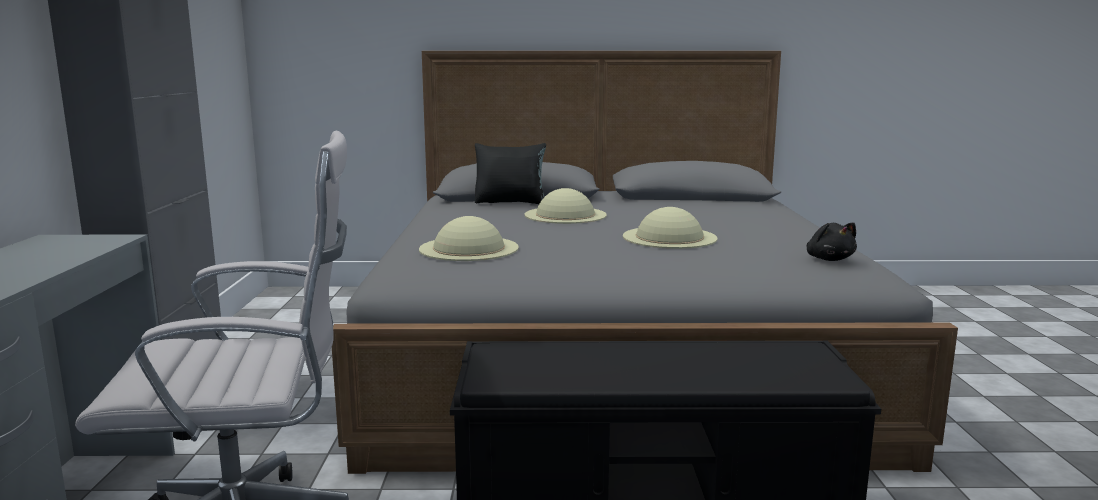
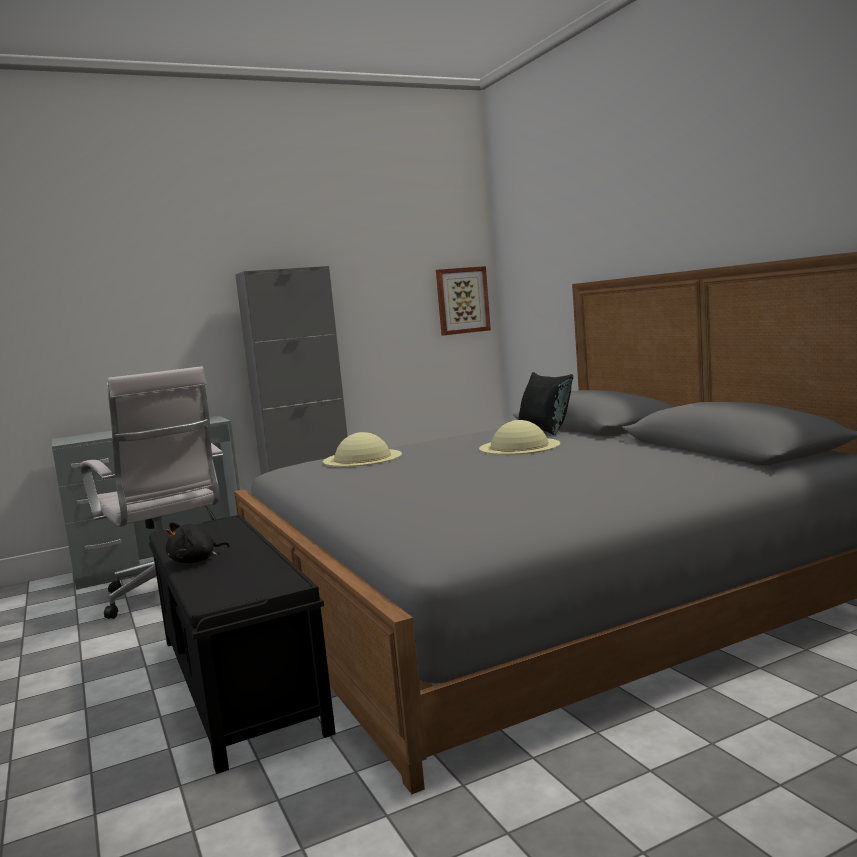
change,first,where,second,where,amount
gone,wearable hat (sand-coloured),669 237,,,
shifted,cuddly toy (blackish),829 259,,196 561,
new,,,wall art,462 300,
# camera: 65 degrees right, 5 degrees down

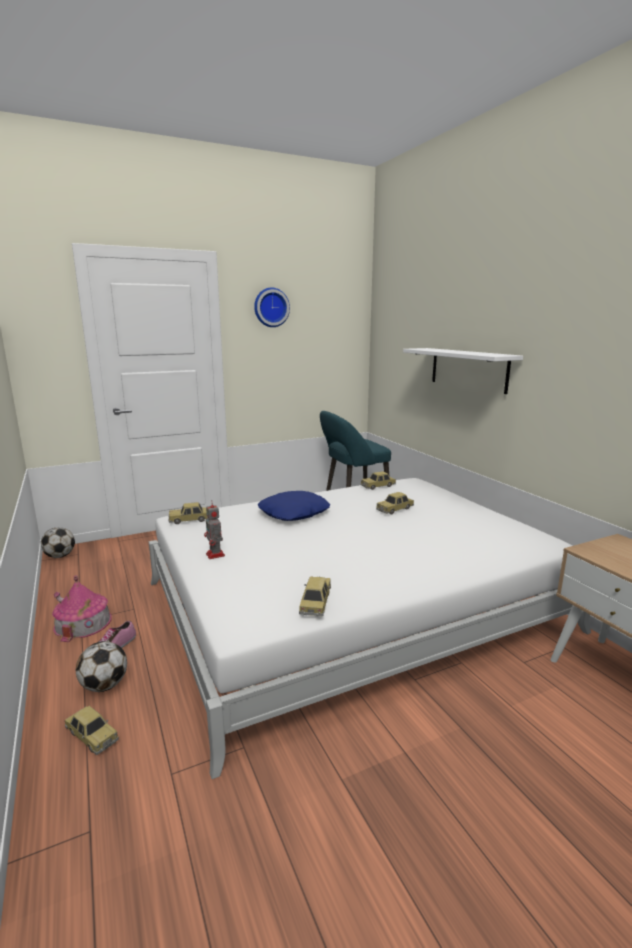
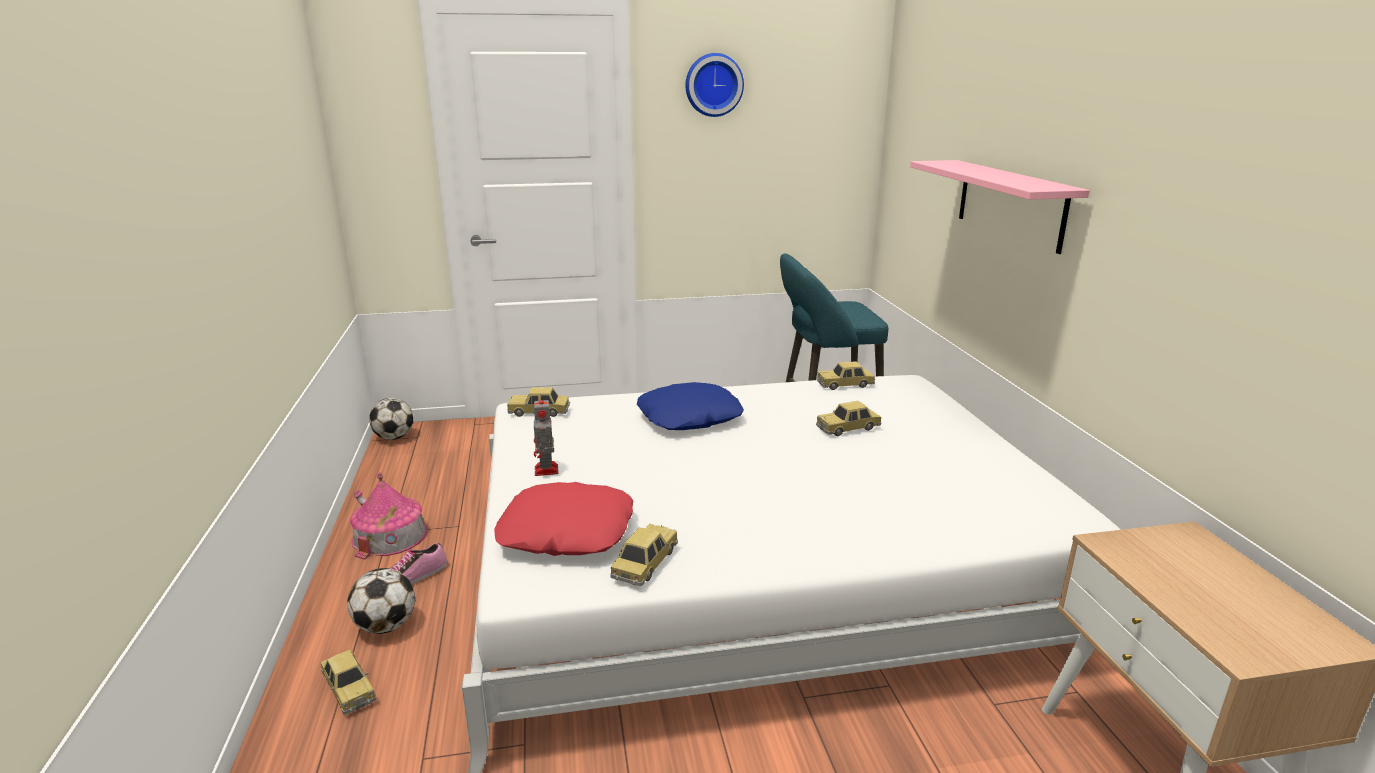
change,first,where,second,where,amount
repainted,wall shelf (white-coloured),468 369,wall shelf (pinkish),1010 204,
new,,,pillow (red-coloured),566 532,
# camera: 15 degrees right, 5 degrees up

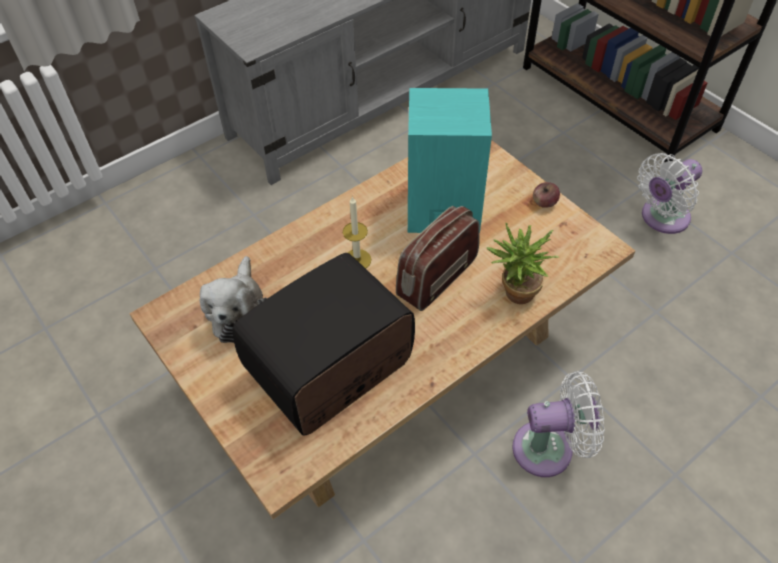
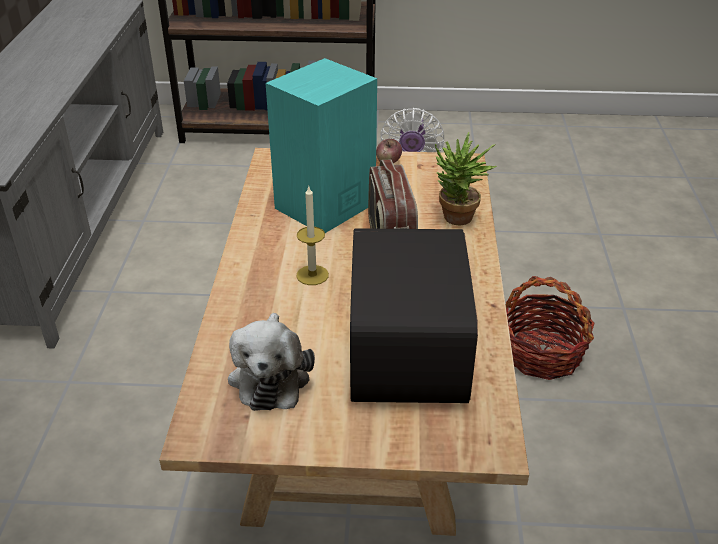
change,first,where,second,where,amount
rotated,cuddly toy,239 311,,270 375,45 degrees clockwise
swapped,electric fan (white-coloured),549 448,basket,541 353,
# camera: 50 degrees left, 15 degrees down

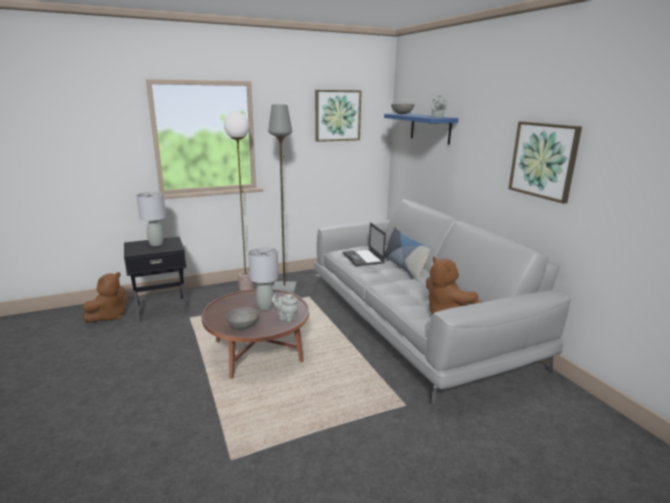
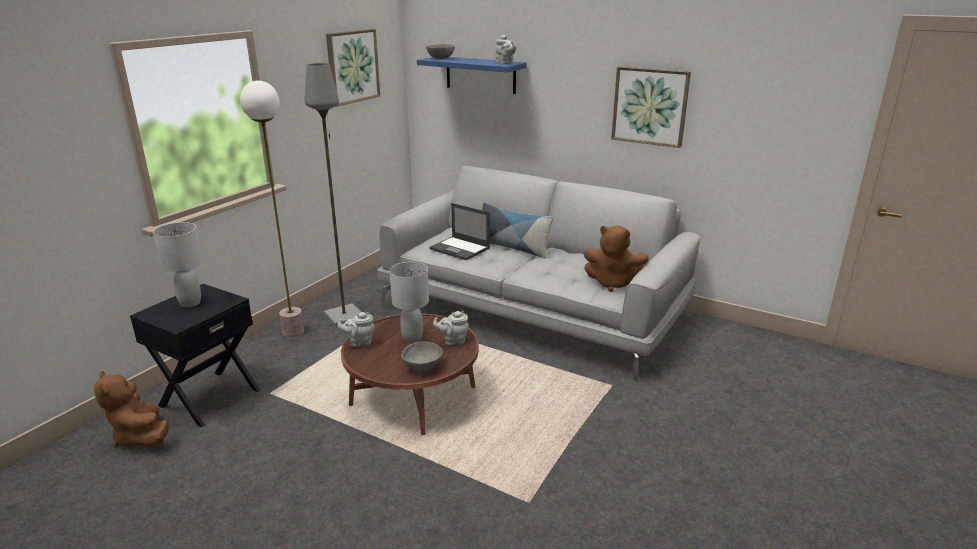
change,first,where,second,where,amount
rotated,cuddly toy (brown),110 316,,141 436,150 degrees clockwise
new,,,tea pot (grey),359 342,
# camera: 35 degrees left, 5 degrees up

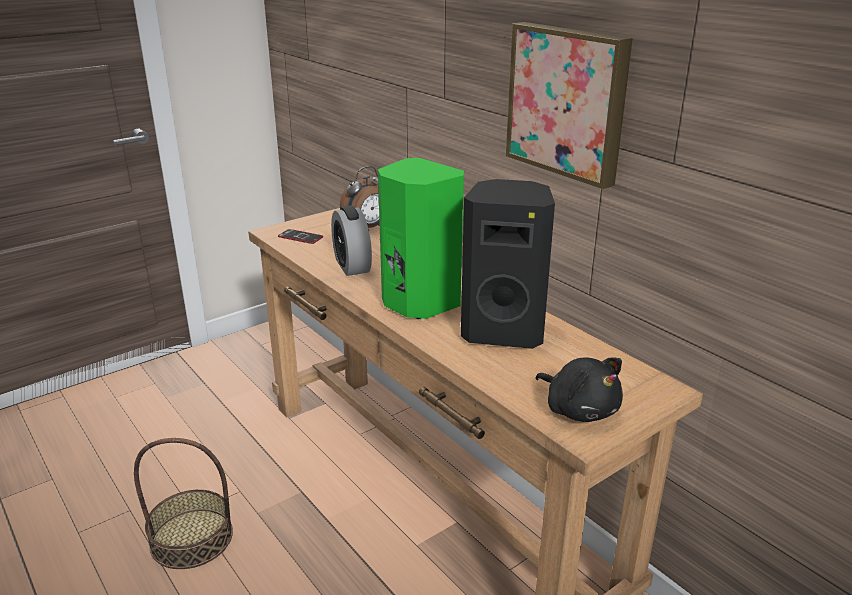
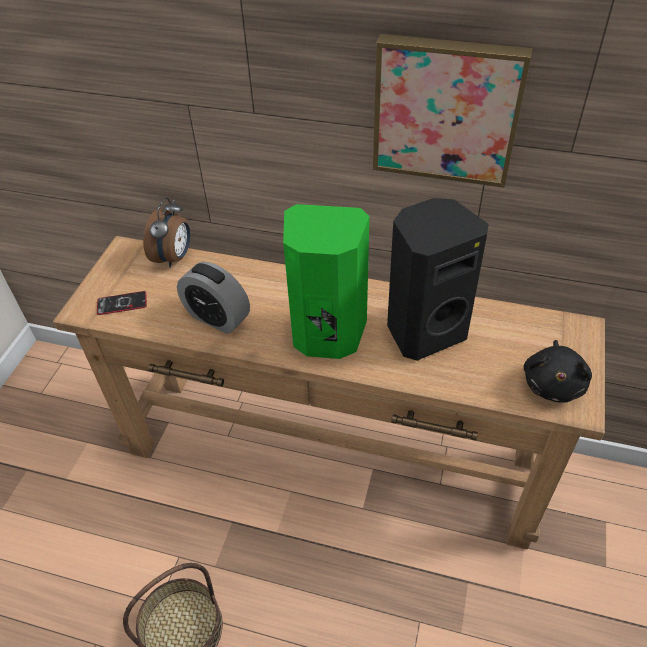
change,first,where,second,where,amount
rotated,cuddly toy (blackish),579 409,,553 383,90 degrees clockwise
# camera: 35 degrees left, 20 degrees up

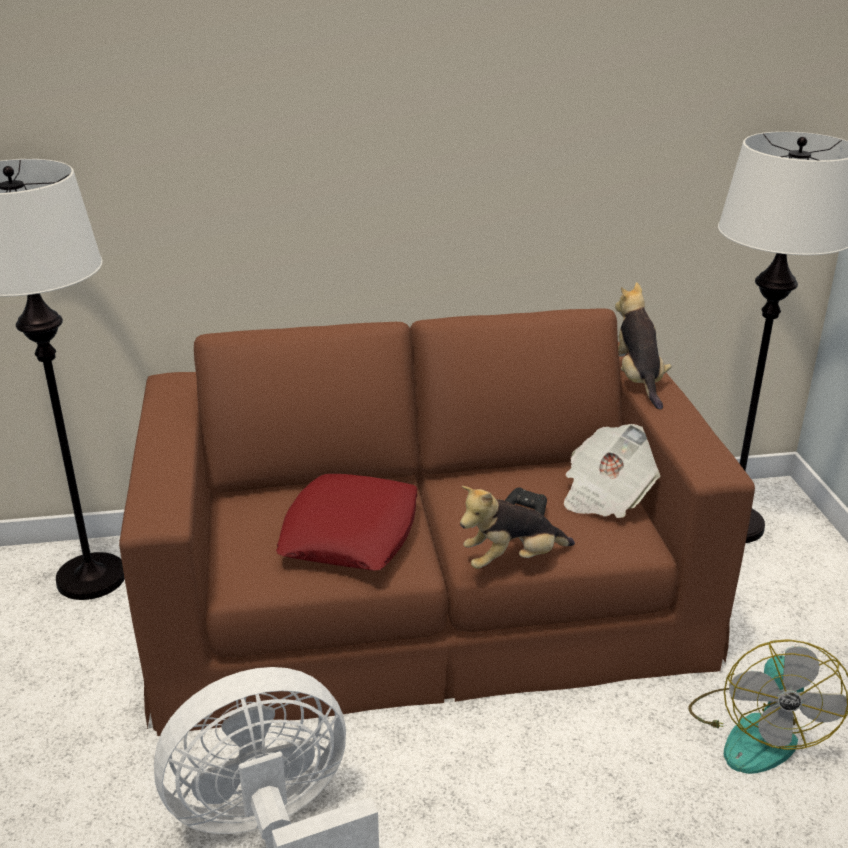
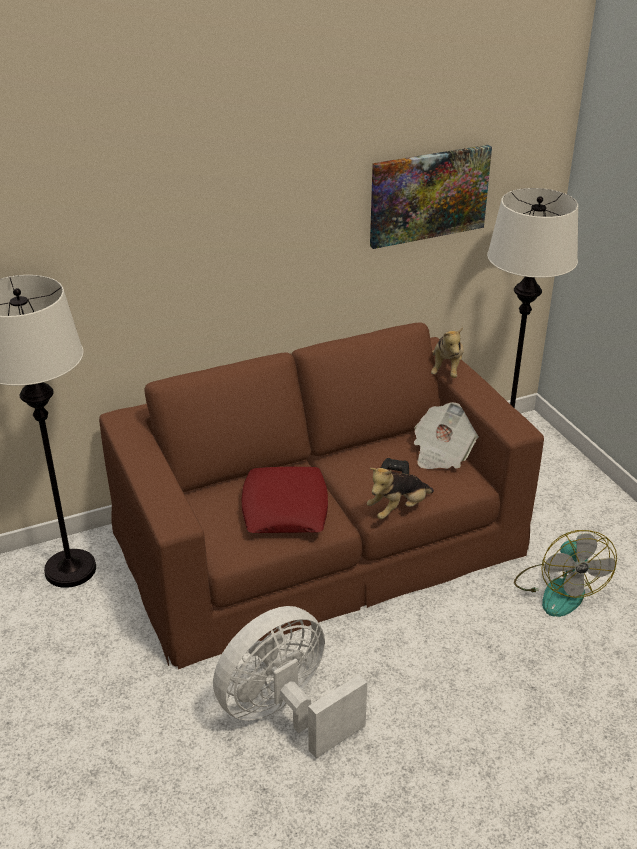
change,first,where,second,where,amount
rotated,cuddly toy,638 380,,446 369,150 degrees counterclockwise
new,,,wall art,428 195,
# camera: 15 degrees left, 5 degrees up

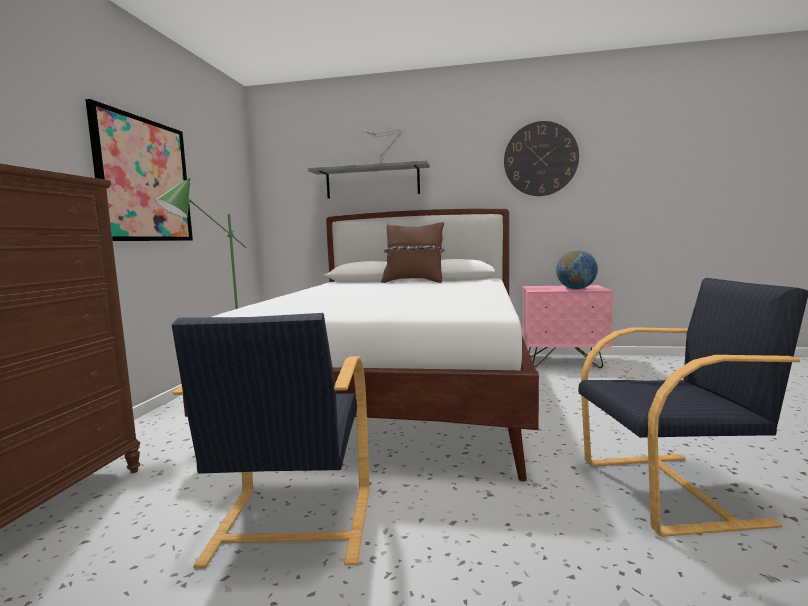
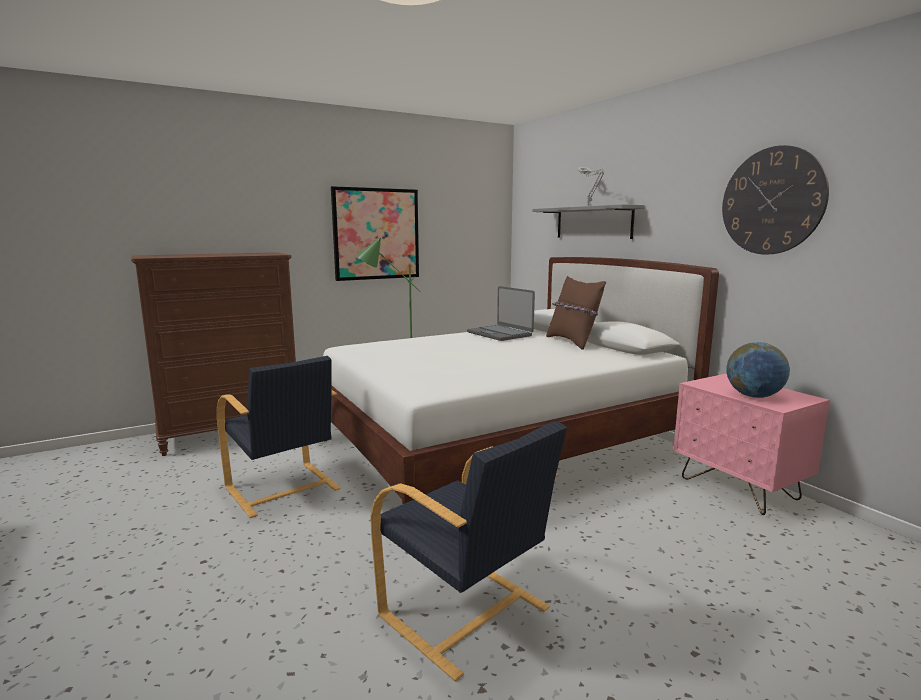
change,first,where,second,where,amount
rotated,lounge chair (blackish),290 526,,283 489,90 degrees counterclockwise
new,,,portable computer,500 334,
# camera: 50 degrees right, 5 degrees up

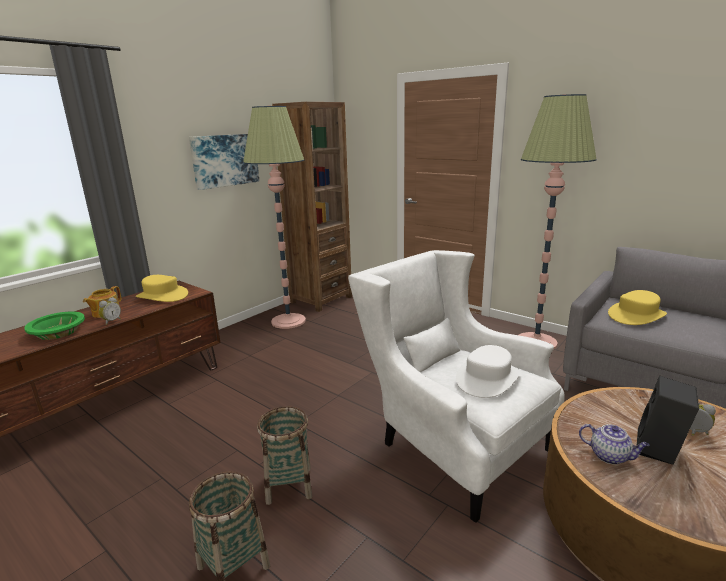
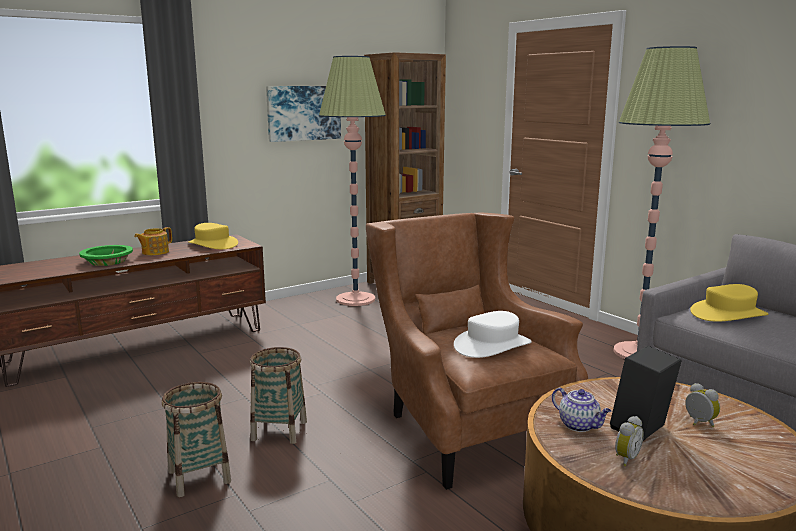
change,first,where,second,where,amount
shifted,table clock,111 321,,625 458,
repainted,lounge chair (white-coloured),451 443,lounge chair (brown),465 425,
# camera: 15 degrees right, 5 degrees down

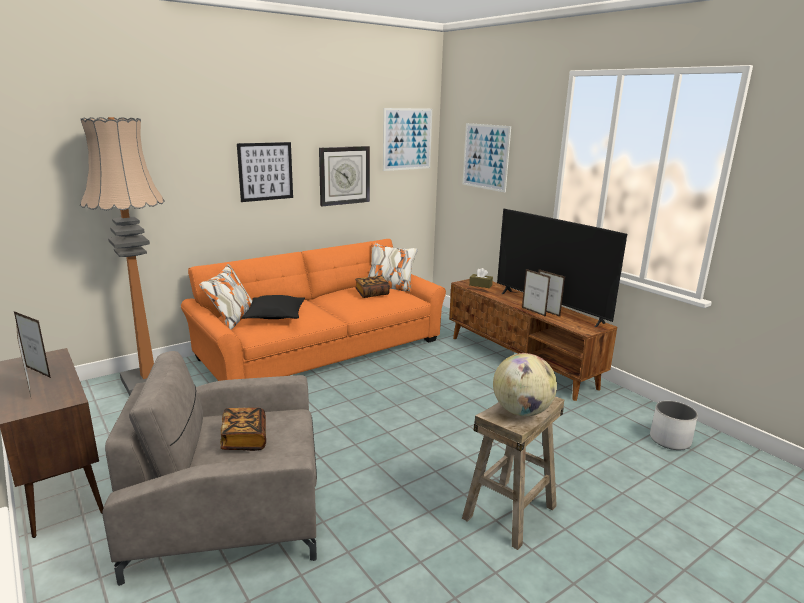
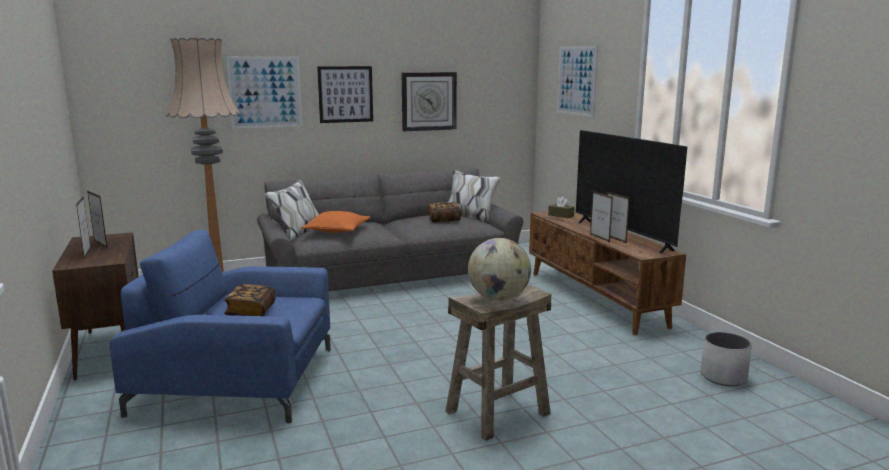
change,first,where,second,where,amount
repainted,lounge chair (grey),230 508,lounge chair (blue-coloured),237 380,
repainted,sofa (orange),322 349,sofa (grey),391 274,
repainted,pillow (blackish),275 315,pillow (orange),337 230,
shifted,wall art,407 139,,265 92,
# camera: 15 degrees right, 5 degrees down

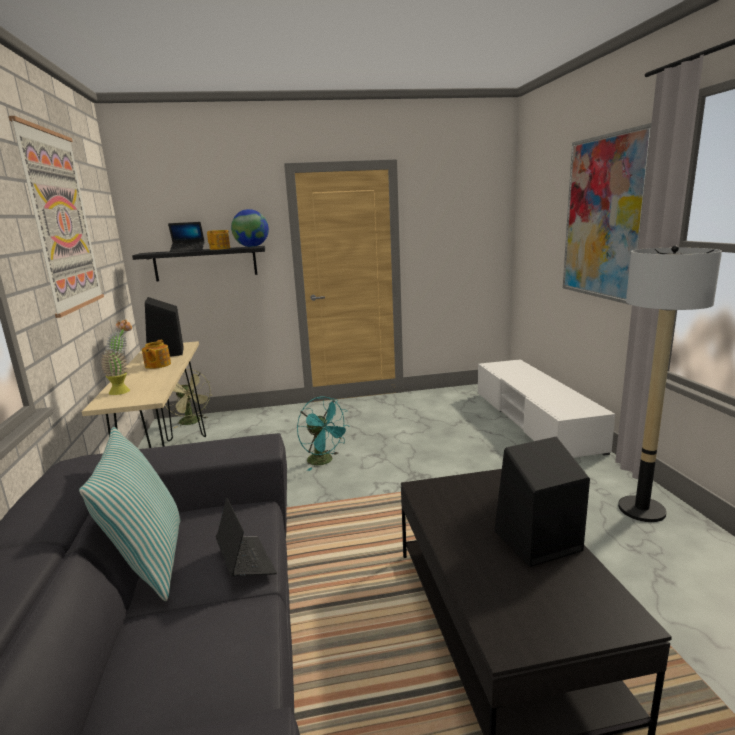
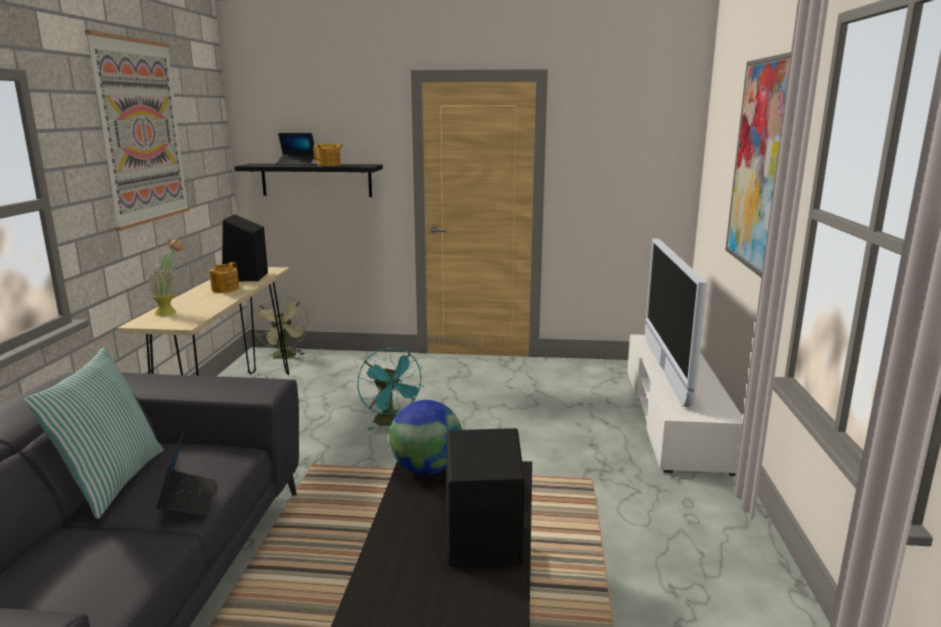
change,first,where,second,where,amount
shifted,desk globe,252 247,,426 469,
gone,standing lamp,642 509,,,
new,,,TV set,665 370,
# camera: 15 degrees right, 0 degrees up

